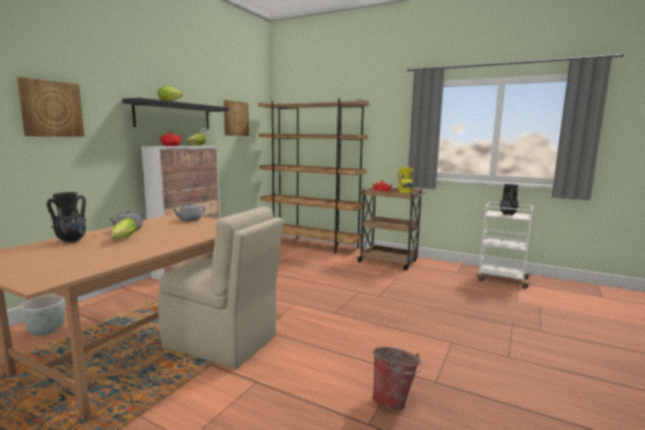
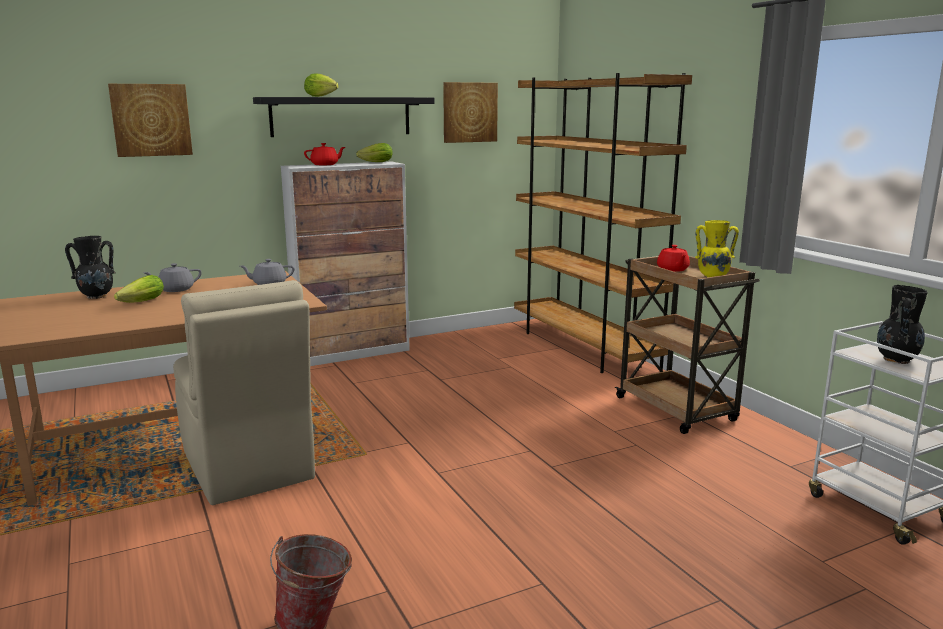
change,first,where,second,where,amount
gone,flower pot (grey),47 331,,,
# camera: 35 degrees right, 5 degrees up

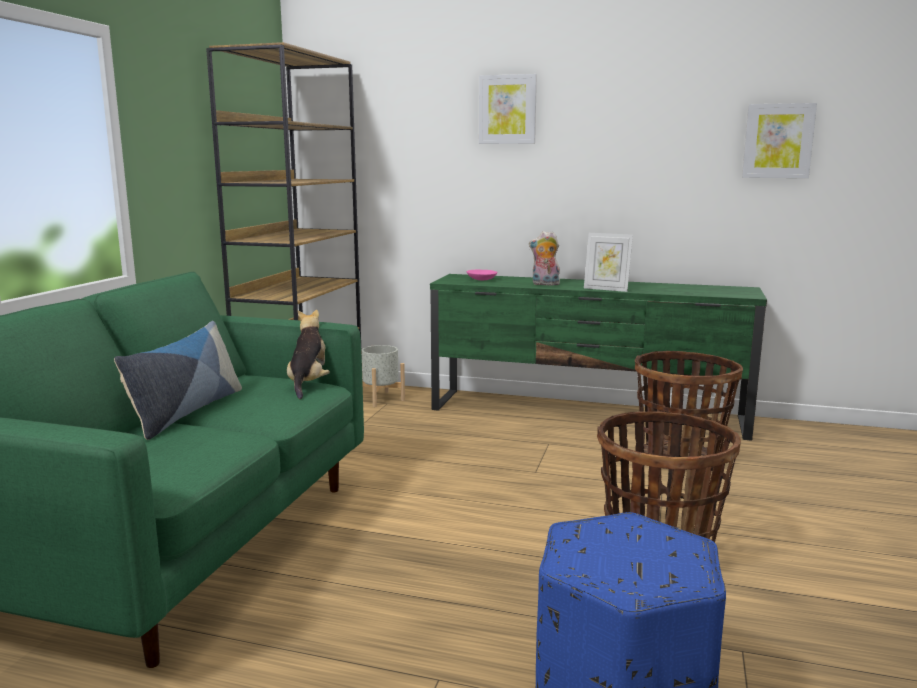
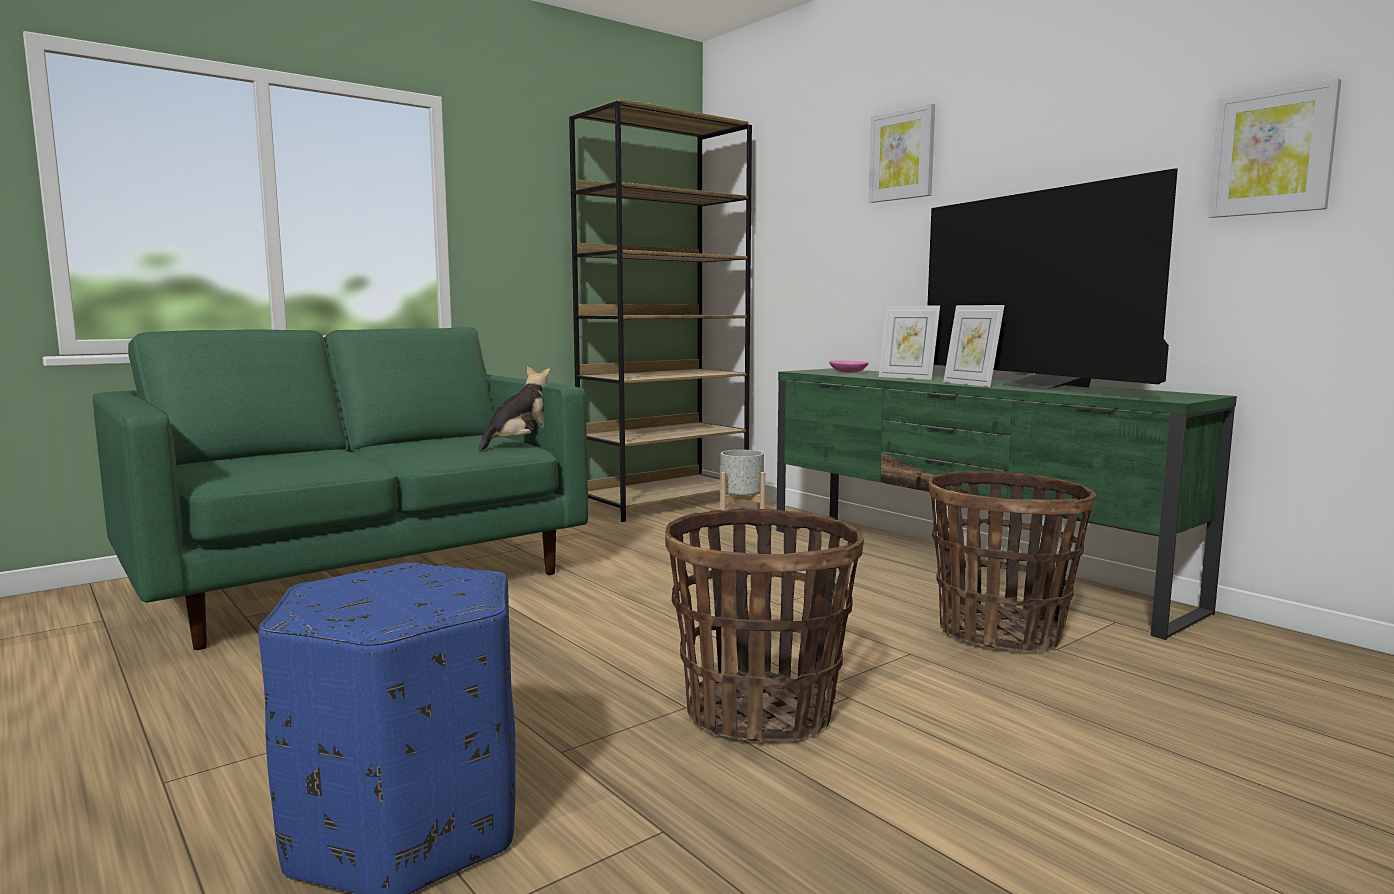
change,first,where,second,where,amount
gone,pillow,187 411,,,
swapped,cuddly toy,544 284,standing frame,907 378,
new,,,TV set,1038 386,
# camera: 35 degrees right, 5 degrees down

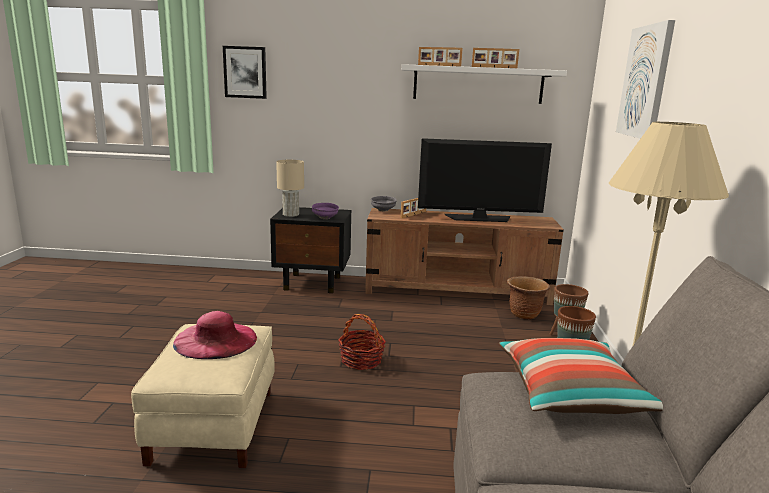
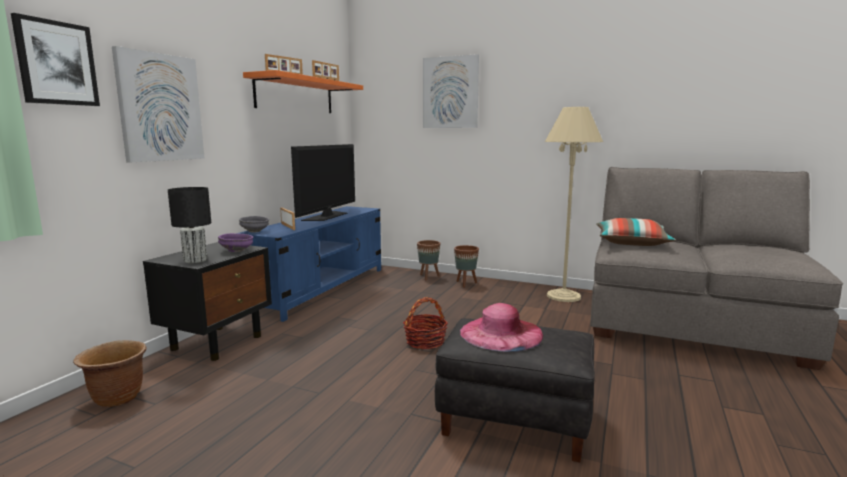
change,first,where,second,where,amount
repainted,footrest (sand-coloured),214 426,footrest (blackish),515 419,
repainted,tabletop lamp (sand-coloured),290 214,tabletop lamp (blackish),194 260,
repainted,tv unit (brown),457 290,tv unit (blue-coloured),322 289,
repainted,wall shelf (white-coloured),478 84,wall shelf (orange),295 95,
shifted,flower pot (brown),524 314,,117 398,
new,,,wall art,160 108,
# camera: 70 degrees left, 5 degrees down

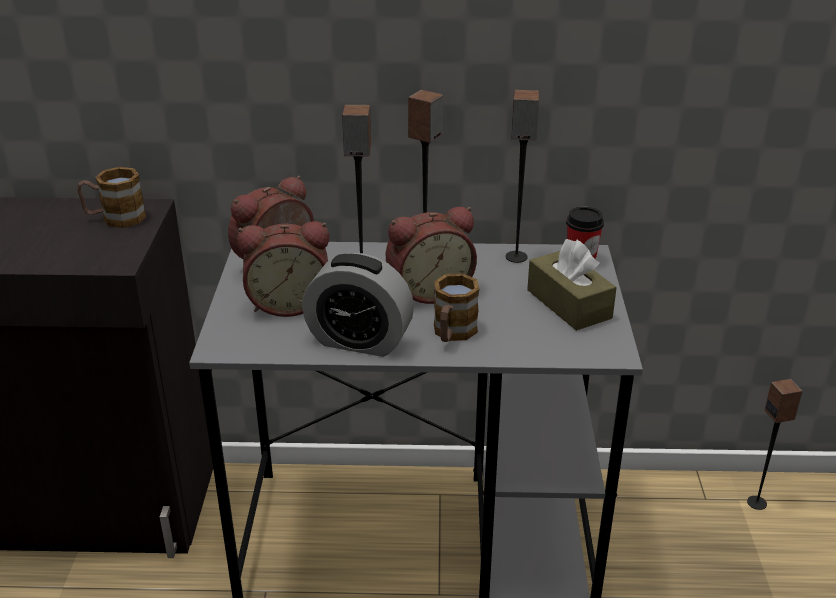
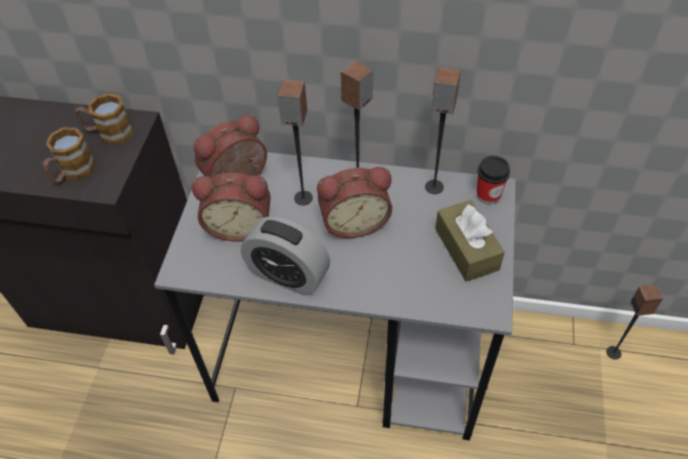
change,first,where,second,where,amount
shifted,coffee mug,452 334,,72 172,
# camera: 10 degrees right, 20 degrees up

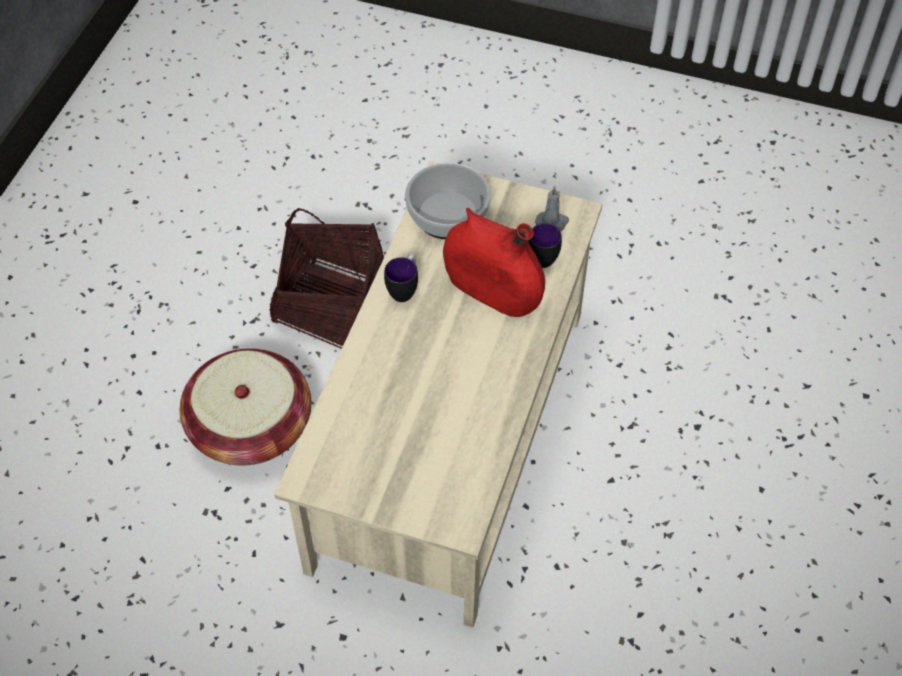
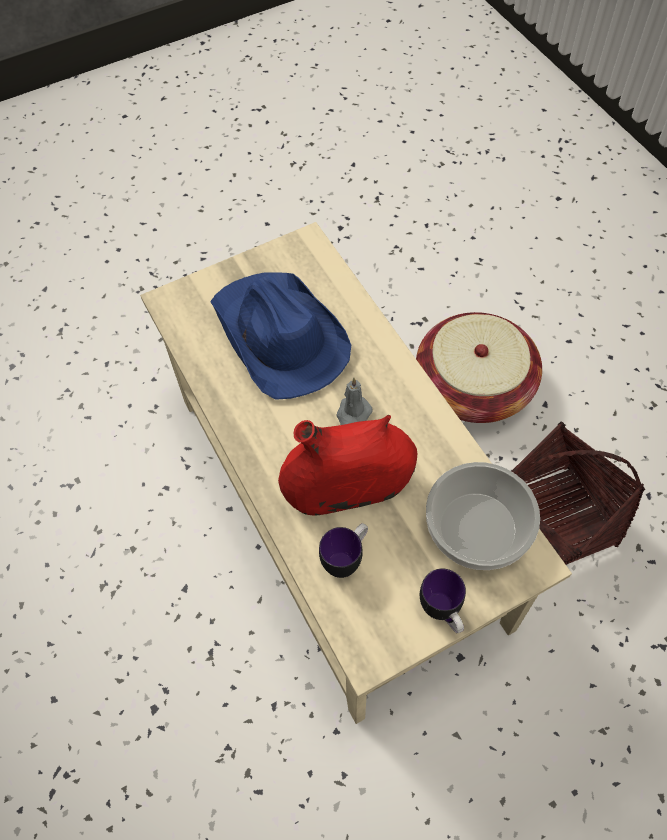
change,first,where,second,where,amount
shifted,coffee mug,404 289,,442 613,
shifted,wax candle (grey),552 223,,353 415,
new,,,wearable hat (blue-coloured),279 337,
# camera: 135 degrees right, 5 degrees up

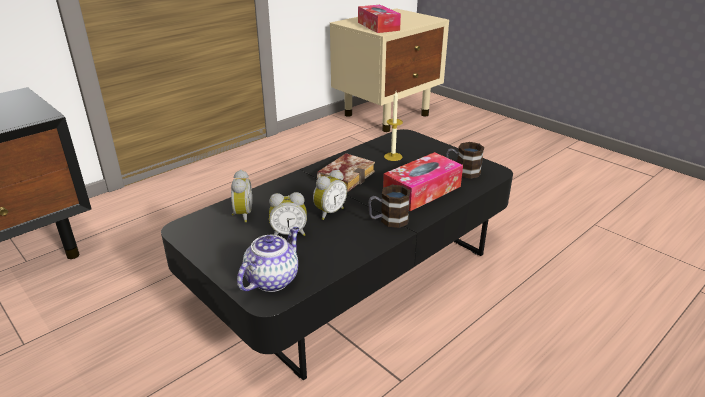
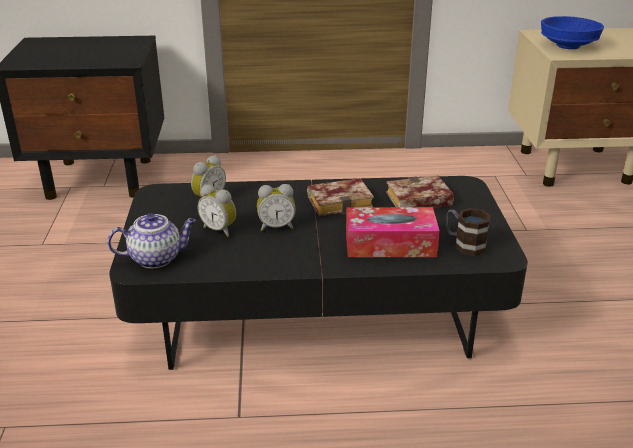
change,first,where,second,where,amount
swapped,tissue box,378 26,bowl (blue-coloured),569 46,
gone,coffee mug,388 220,,,
swapped,wax candle,393 156,bound book,417 201,
# camera: 40 degrees right, 0 degrees up

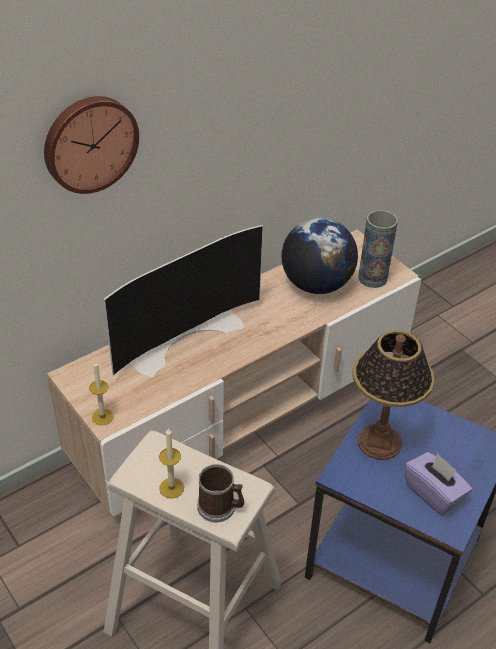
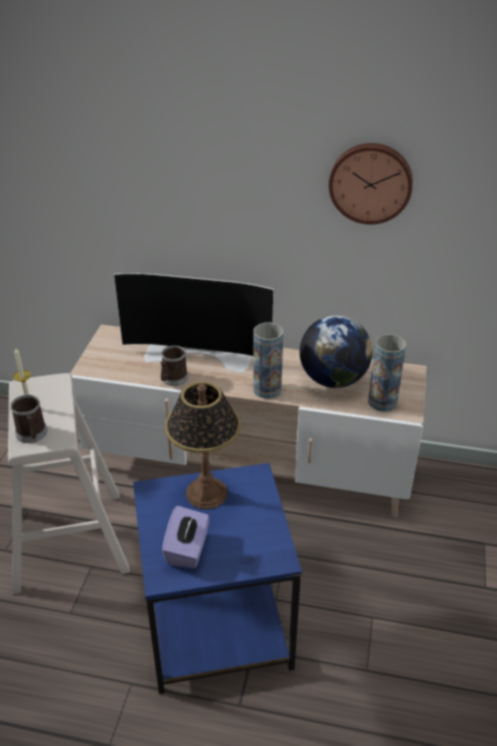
change,first,where,second,where,amount
shifted,wall clock,89 143,,370 182,
gone,wax candle,102 417,,,
new,,,coffee mug,173 379,
new,,,flower vase,267 389,
# camera: 50 degrees right, 5 degrees down

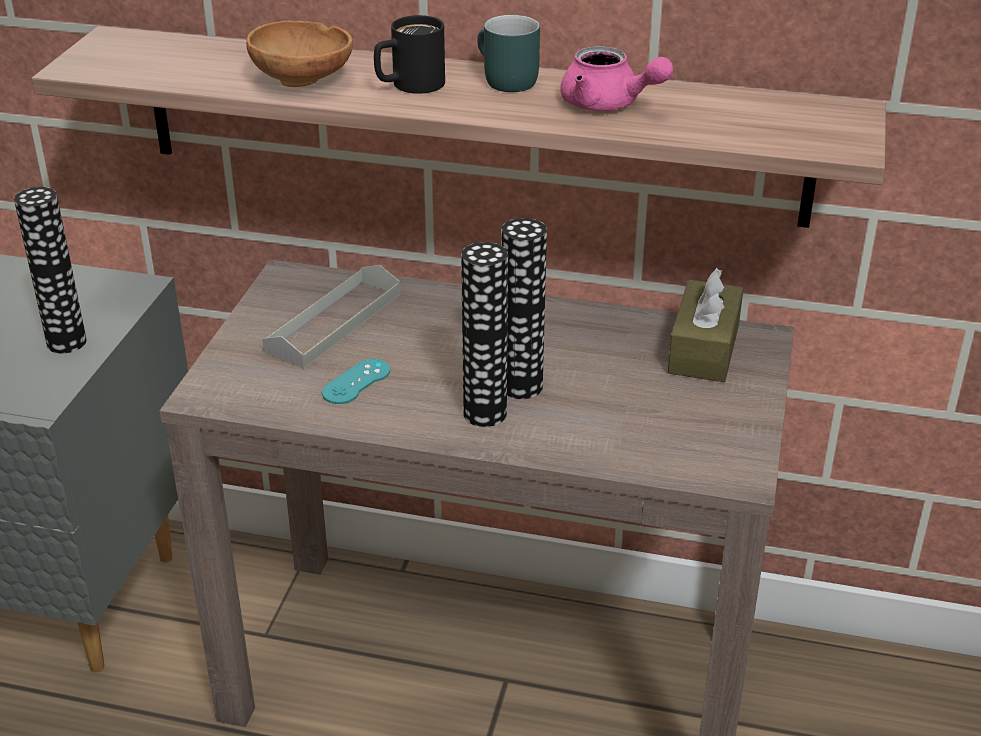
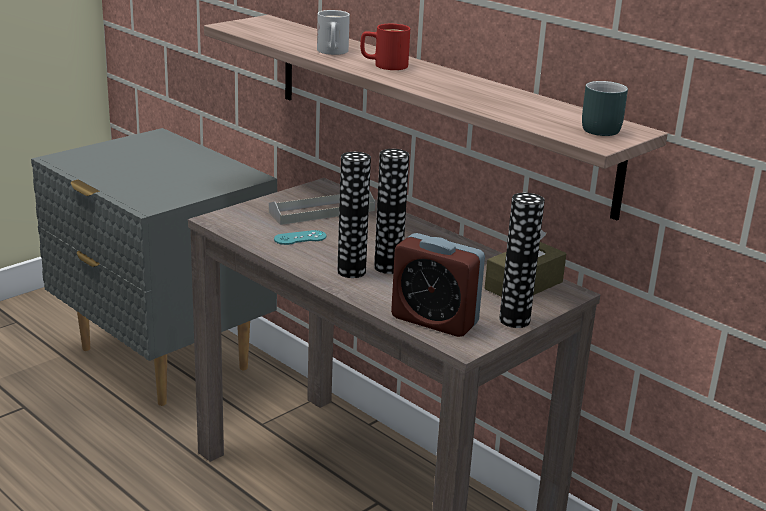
change,first,where,second,where,amount
shifted,flower vase,66 342,,514 320,
swapped,bowl (brown),304 81,coffee mug (white-coloured),332 52,
repainted,coffee mug (blackish),409 86,coffee mug (red-coloured),383 65,
shifted,coffee mug (turquoise-coloured),502 81,,595 128,
gone,tea pot (pinkish),608 105,,,
new,,,table clock,434 320,
# camera: 30 degrees right, 10 degrees down

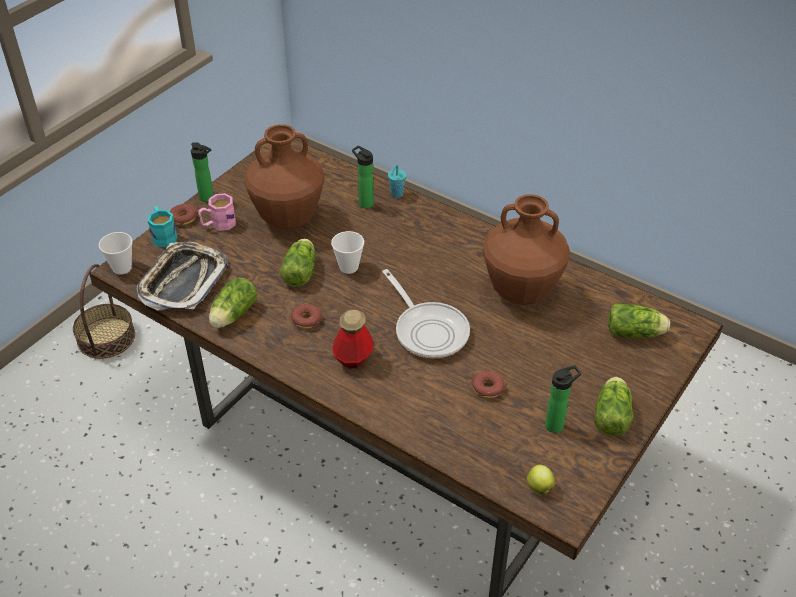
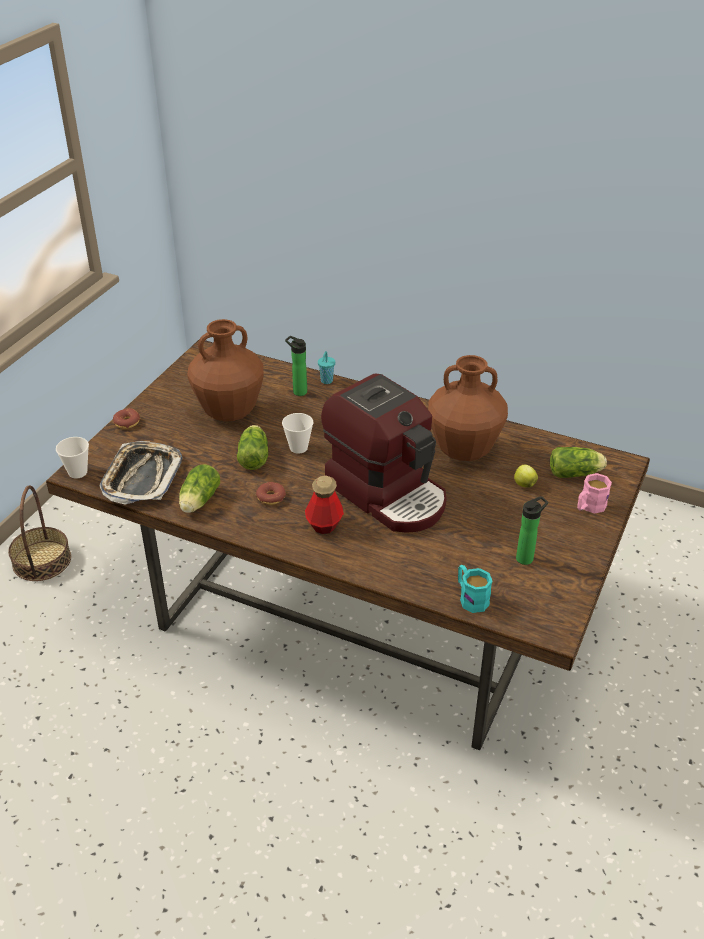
change,first,where,second,where,amount
shifted,coffee mug (turquoise-coloured),163 235,,470 597,
gone,drink bottle,208 198,,,
shifted,coffee mug (pinkish),218 224,,589 507,
swapped,pan,428 330,coffee brewer,388 493,
gone,doughnut,487 388,,,
shifted,apple fruit,539 487,,524 484,
gone,lettuce head,612 415,,,
# camera: 10 degrees left, 5 degrees down

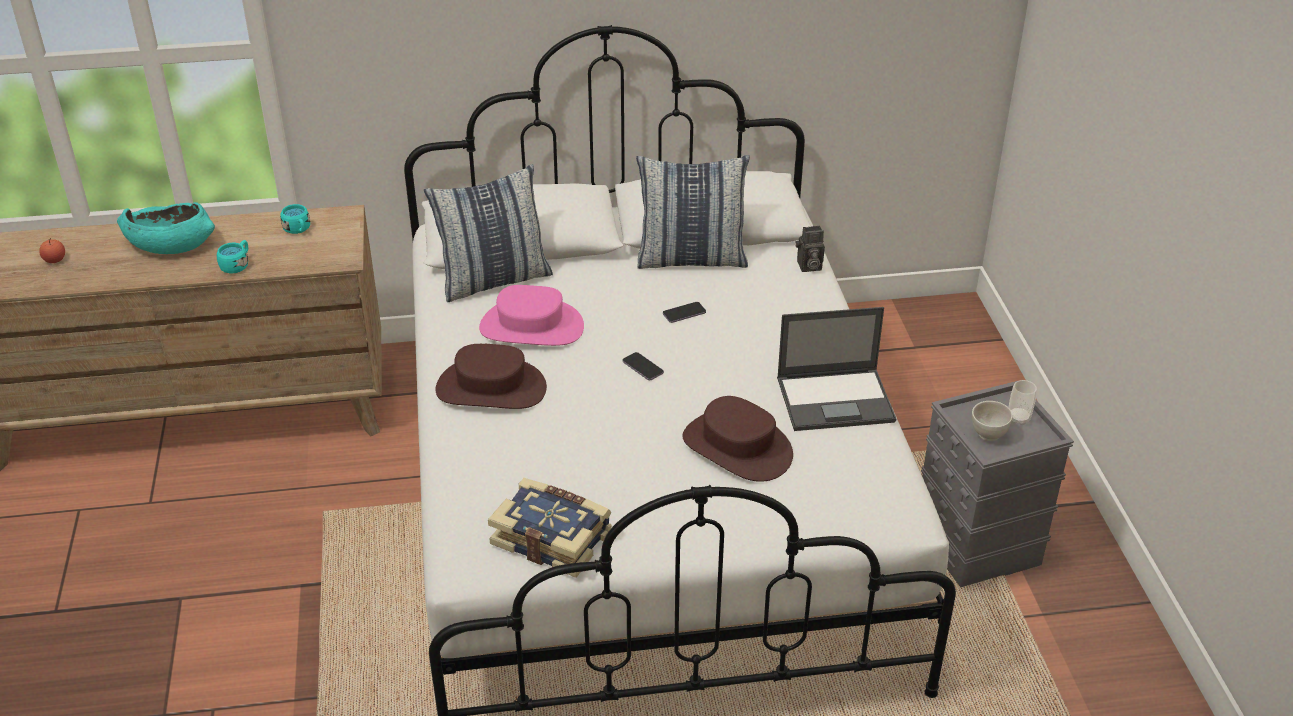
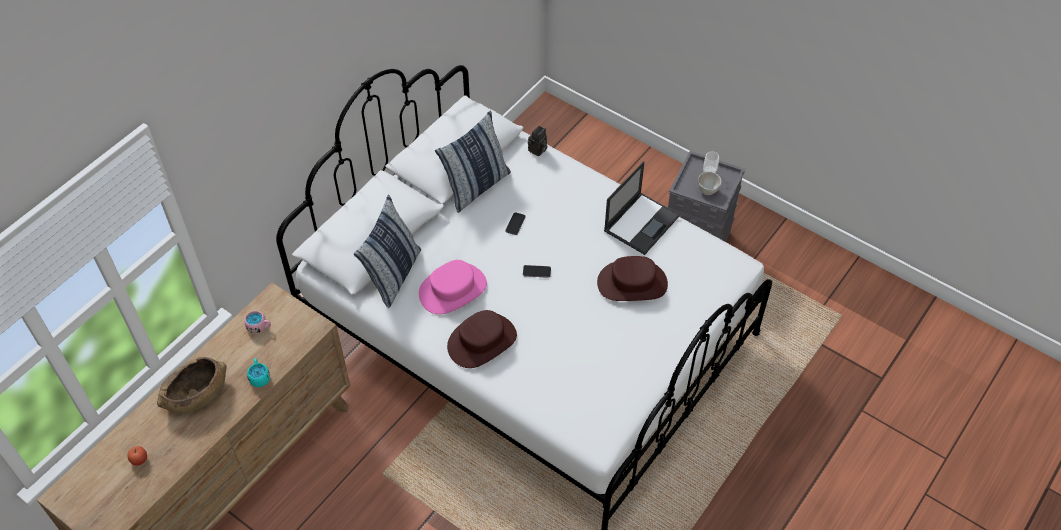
change,first,where,second,where,amount
repainted,bowl (turquoise-coloured),169 244,bowl (brown),196 394,
repainted,coffee mug (turquoise-coloured),298 230,coffee mug (pinkish),259 327,
gone,bound book,552 538,,,
# camera: 45 degrees left, 15 degrees up

